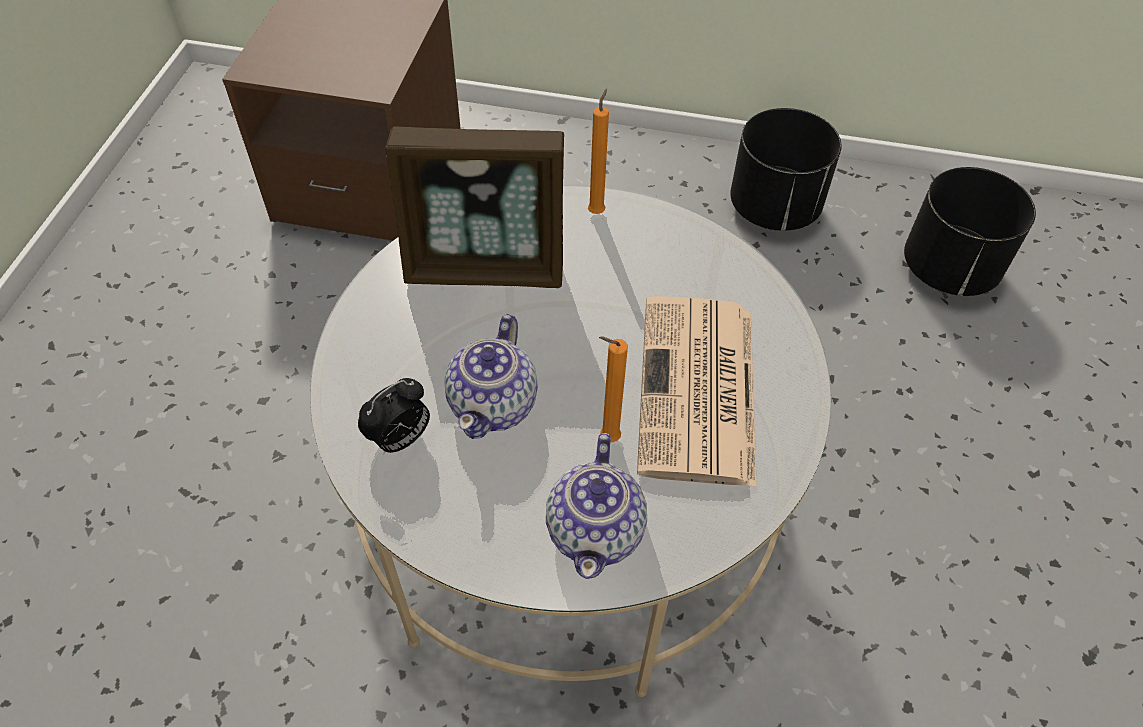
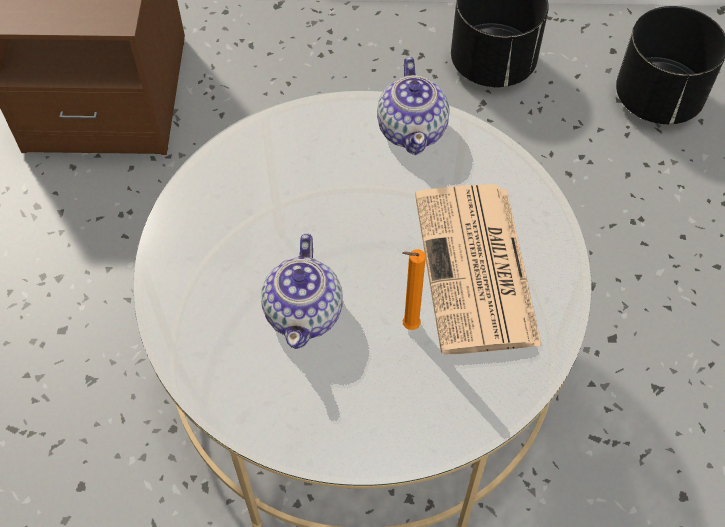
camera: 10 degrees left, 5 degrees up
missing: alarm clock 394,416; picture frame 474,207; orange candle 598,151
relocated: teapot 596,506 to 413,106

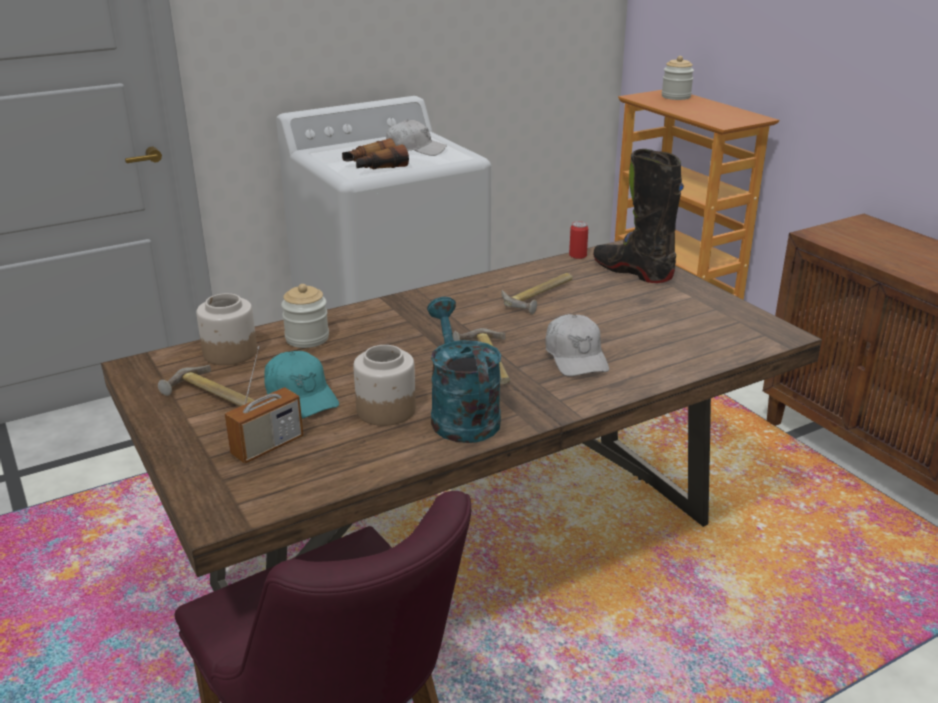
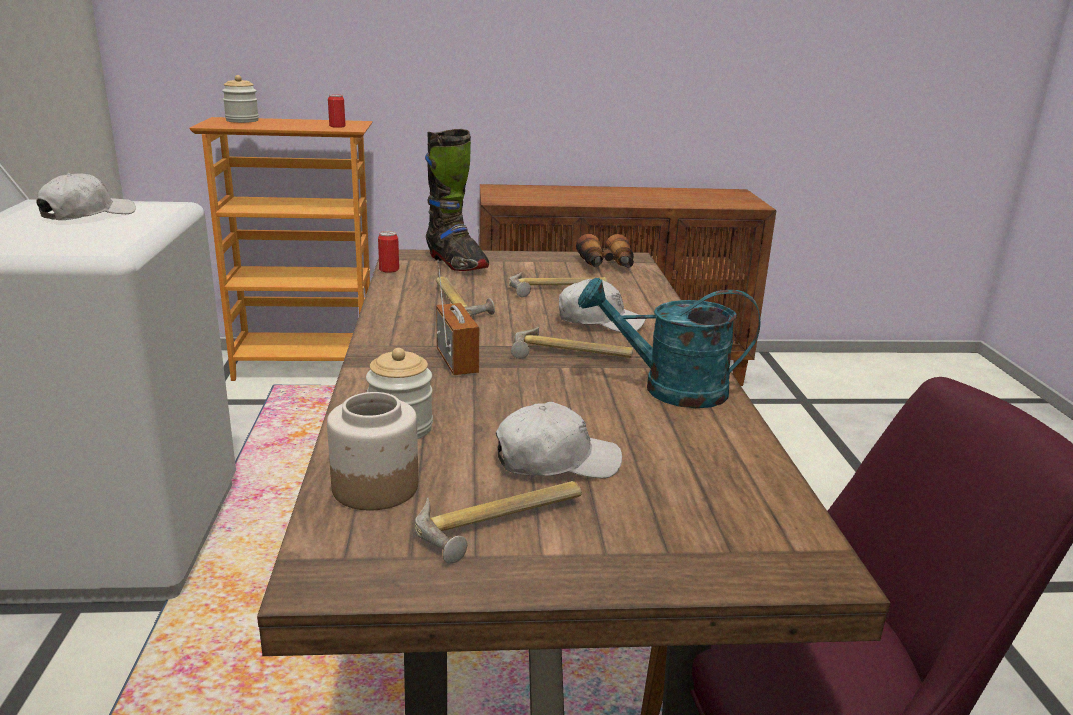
camera: 65 degrees left, 5 degrees down
missing: jar 384,385
appeared: can 337,111; hammer 558,284
relocated: radio 264,405 to 457,317; binoculars 375,153 to 605,251
colour: turquoise cap 301,385 to white cap 559,440
spun: black boot 638,216 = 457,200 105 degrees counterclockwise

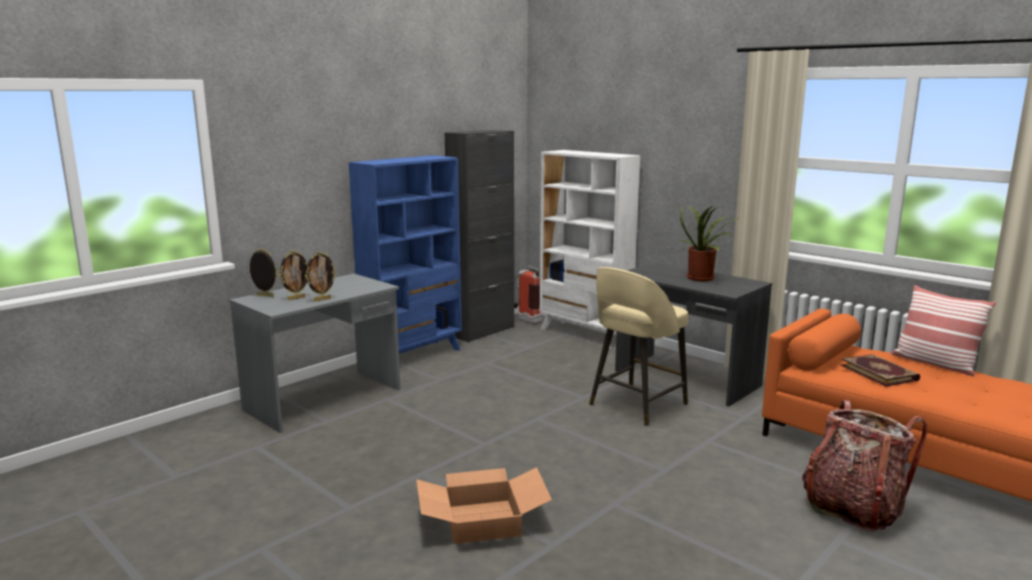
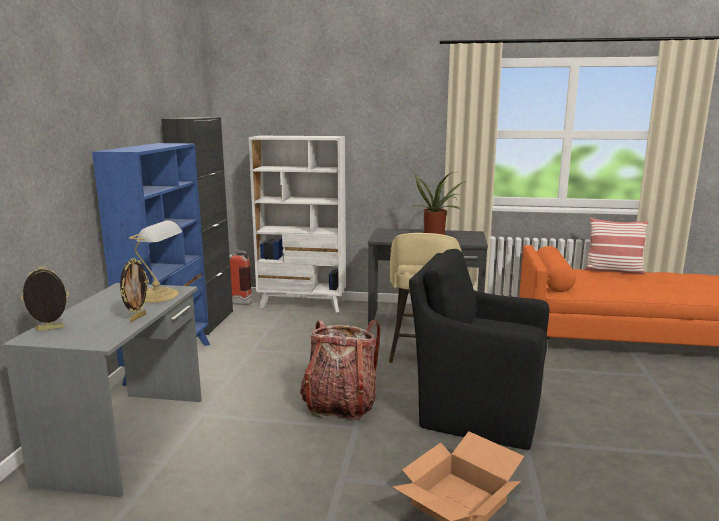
camera: 35 degrees left, 0 degrees up
missing: picture frame 293,275; book 880,370
appeared: table lamp 156,261; black armchair 479,349
relocated: backpack 864,466 to 340,370

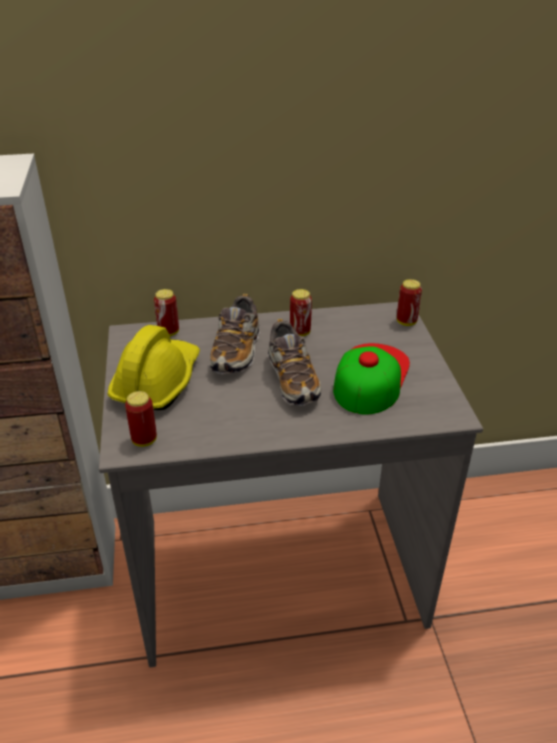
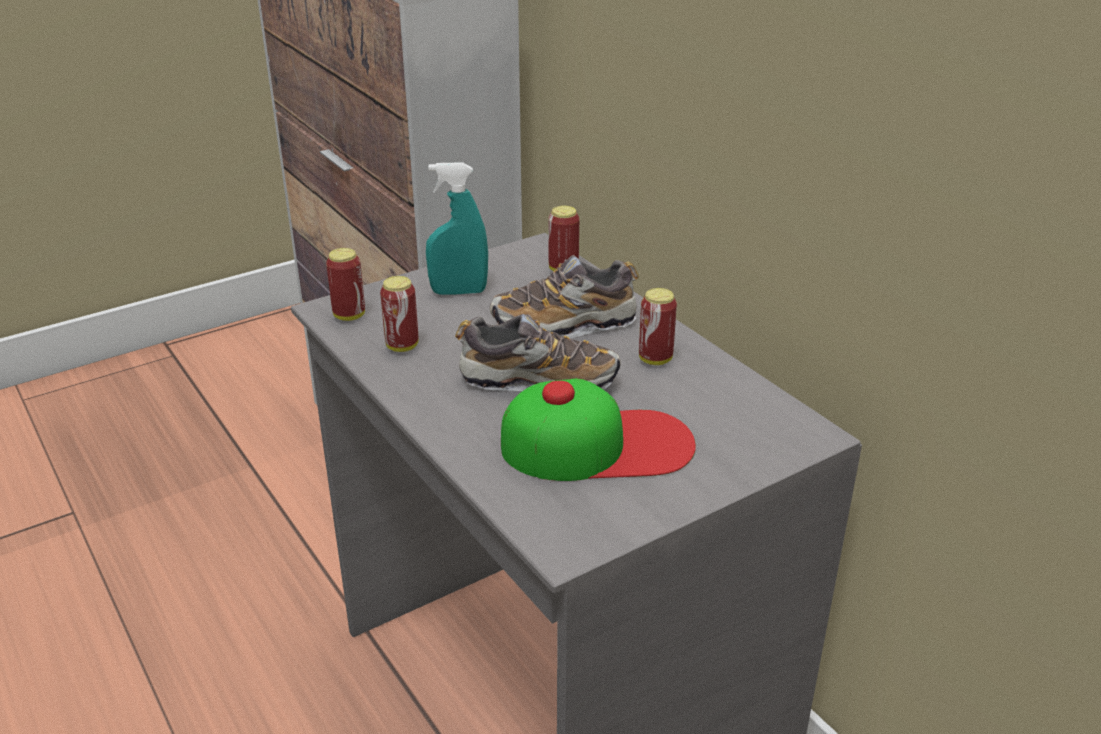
camera: 65 degrees right, 5 degrees down
relocated: can 409,302 to 399,314
exchanged: yellow hard hat 154,367 to turquoise spray bottle 457,228
spun: shoe 294,362 = 538,352 135 degrees counterclockwise

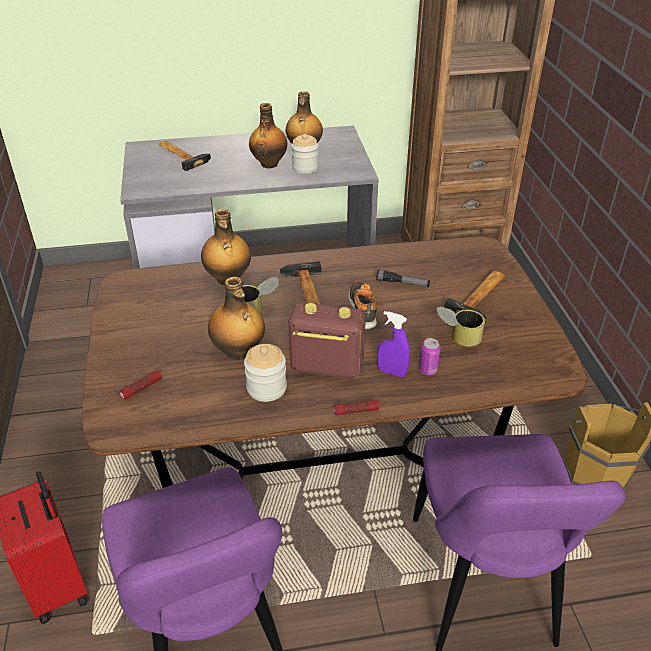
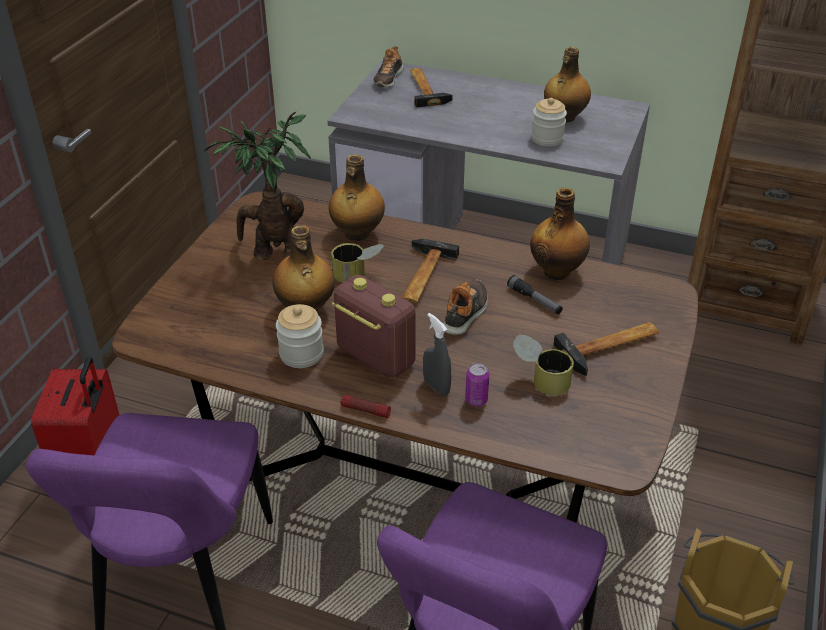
camera: 30 degrees right, 0 degrees up
missing: flashlight 141,384
appeared: potted plant 257,185; shoe 388,66
relocated: bottle 268,135 to 560,233
colour: purple spray bottle 393,344 to grey spray bottle 437,354

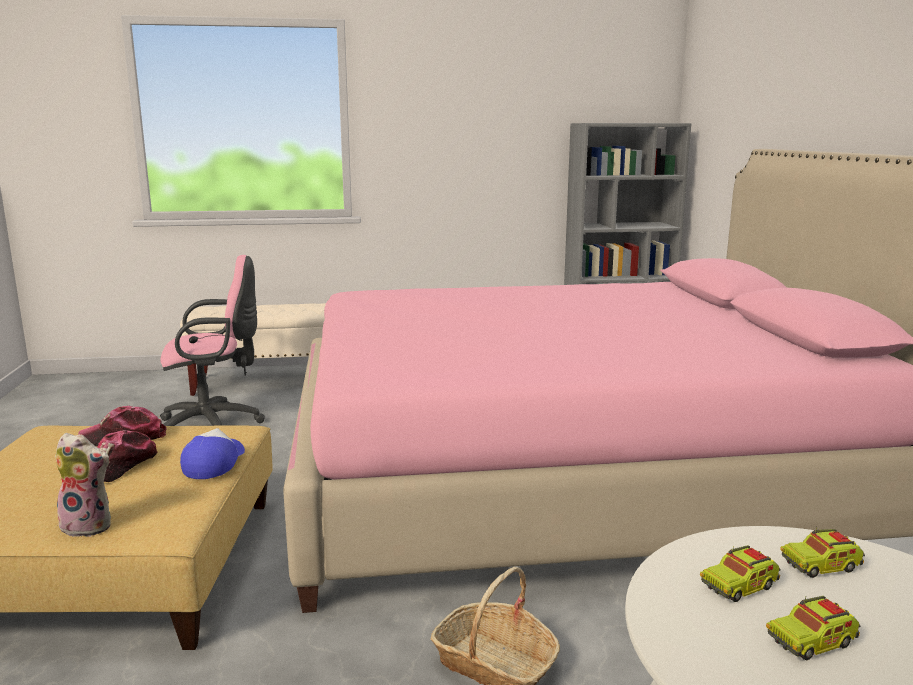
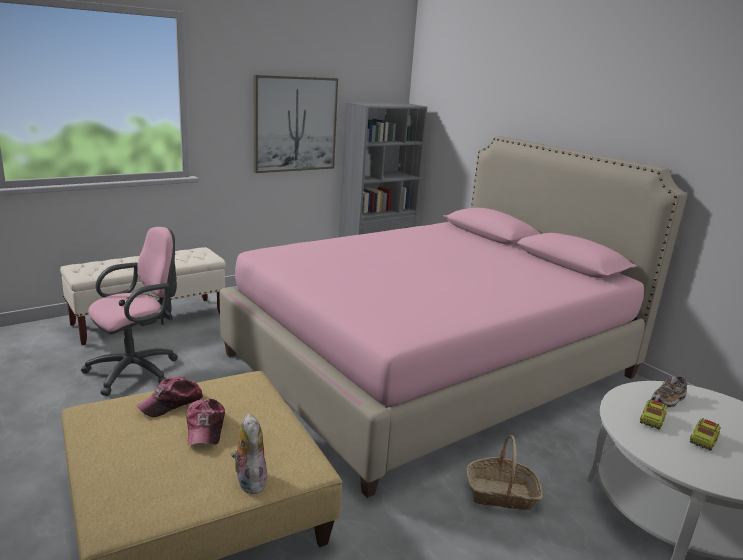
camera: 30 degrees left, 5 degrees up
missing: cap 212,453
appeared: picture 296,124
exchanged: toy truck 822,552 to shoe 669,391
spun: plush toy 83,485 = 249,453 90 degrees counterclockwise

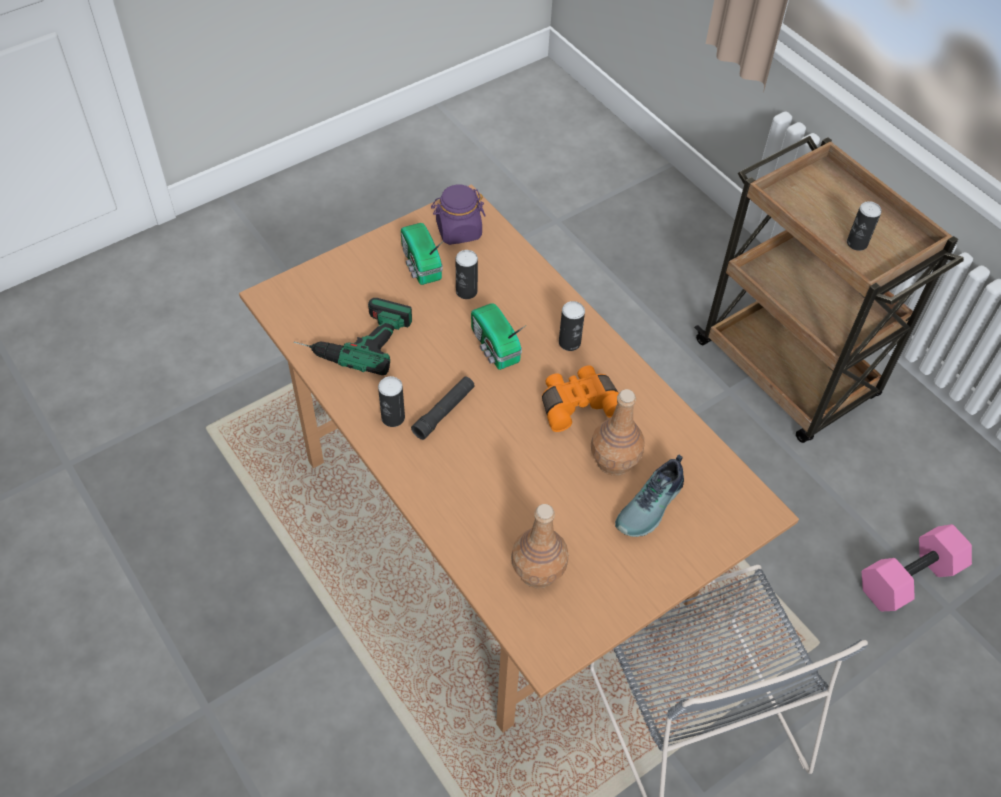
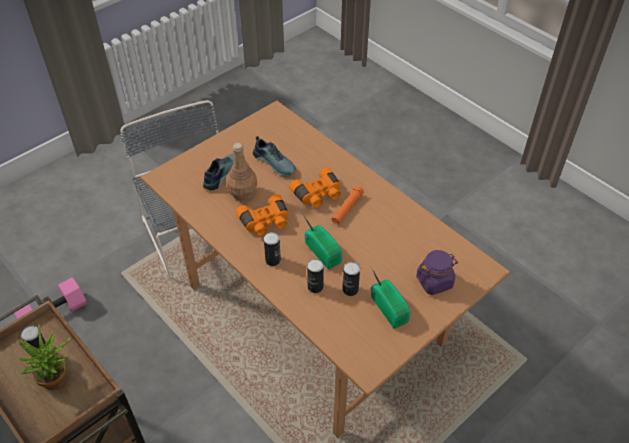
camera: 175 degrees right, 5 degrees down
missing: power drill 353,336; brown bottle 539,546
appeared: potted plant 44,357; shoe 274,156; orange binoculars 315,187
relocated: can 391,401 to 315,276; purple jar 458,214 to 437,272
colour: black flashlight 443,408 to orange flashlight 347,205

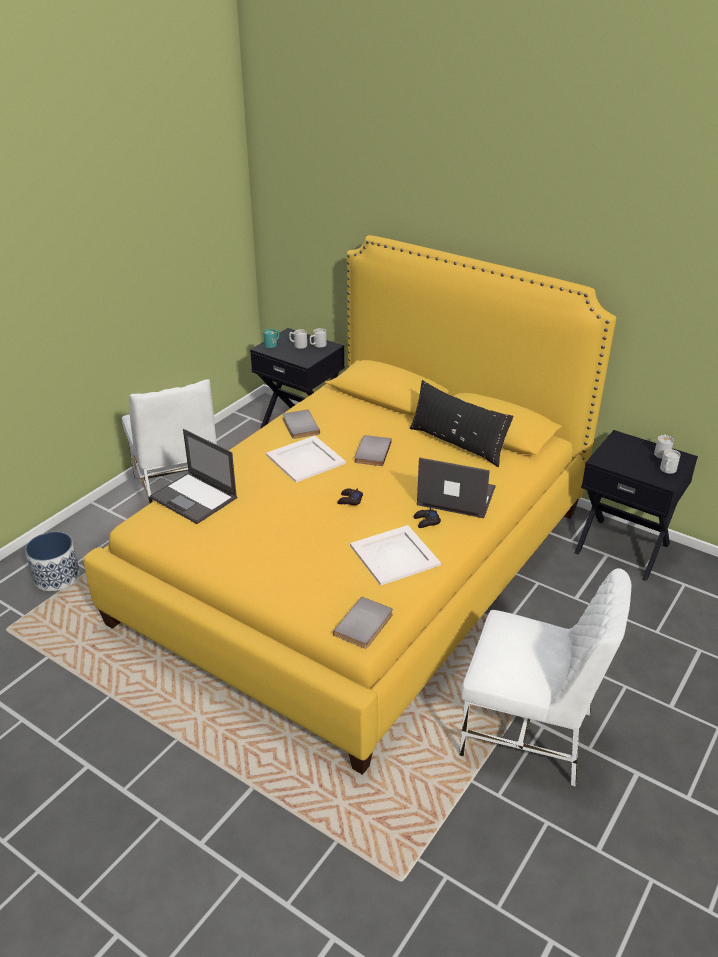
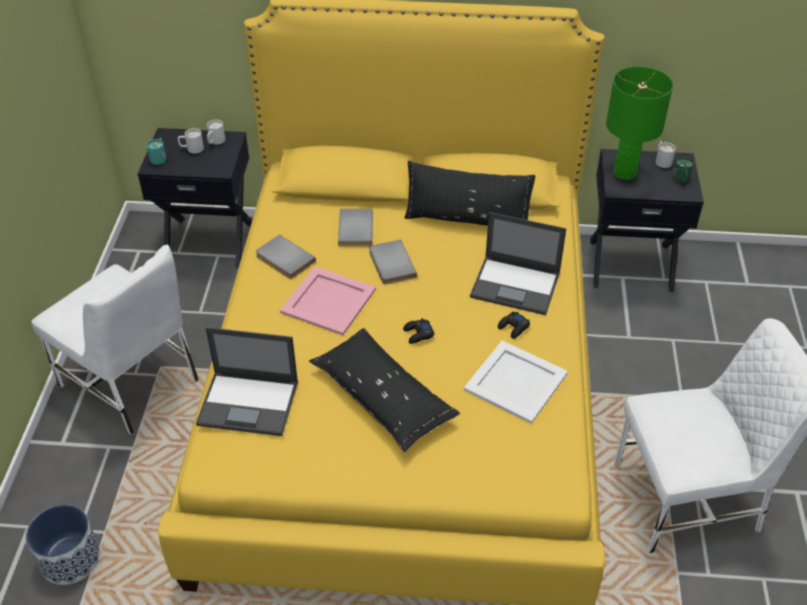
camera: 30 degrees left, 10 degrees up
appeared: black pillow 384,390; green table lamp 639,123
relocated: grey book 363,623 to 355,227
colour: white tray 306,459 to pink tray 328,301; white mug 670,461 to green mug 683,170
spun: laptop 456,487 = 518,263 150 degrees counterclockwise

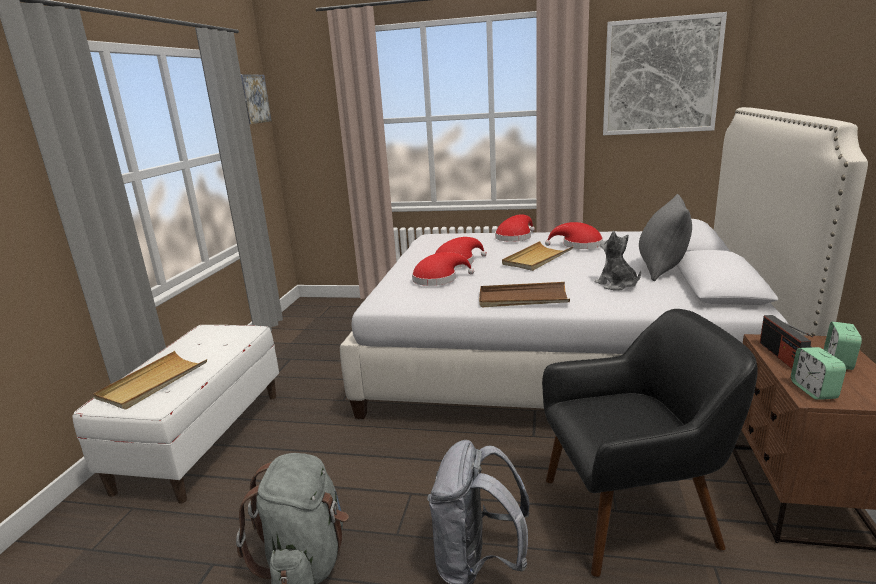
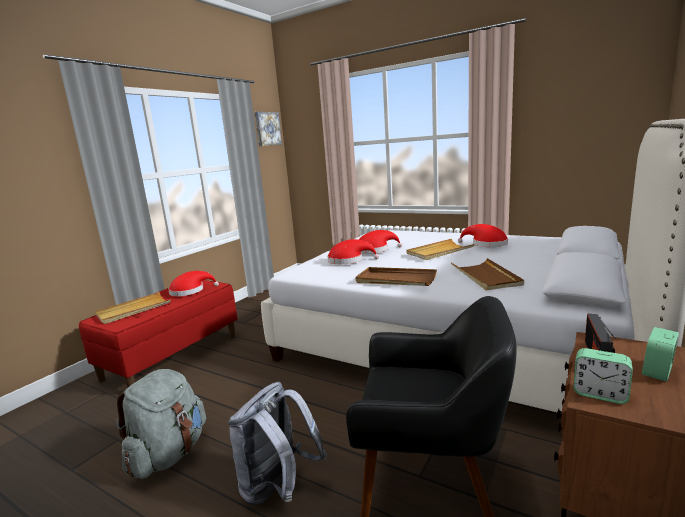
camera: 20 degrees right, 5 degrees down
missing: picture 665,73; grey pillow 665,237
relocated: red hat 515,228 to 193,283
exchanged: plush toy 618,261 to brown tray 487,274
colour: white bench 176,414 to red bench 158,333
spun: alarm clock 818,373 = 603,376 75 degrees counterclockwise

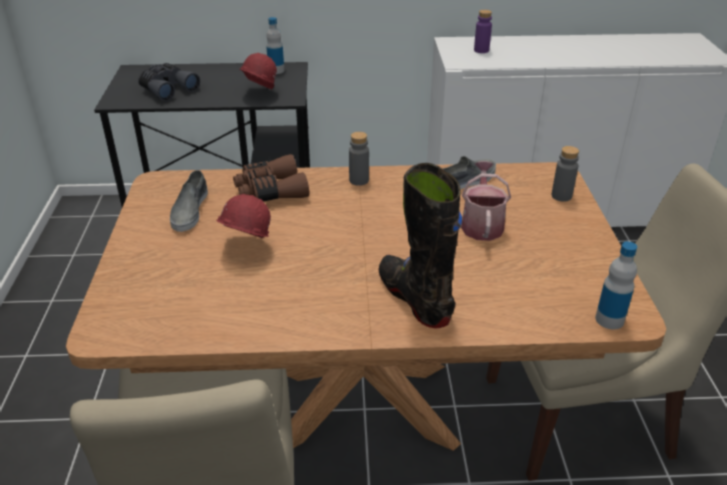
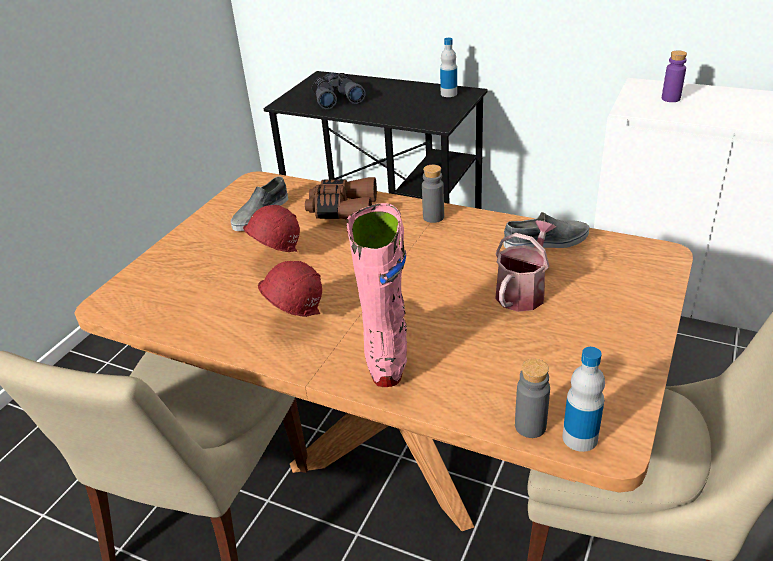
camera: 30 degrees right, 0 degrees up
relocated: red hard hat 258,71 to 290,289; grey bottle 565,174 to 532,398
colour: black boot 420,246 to pink boot 376,295

